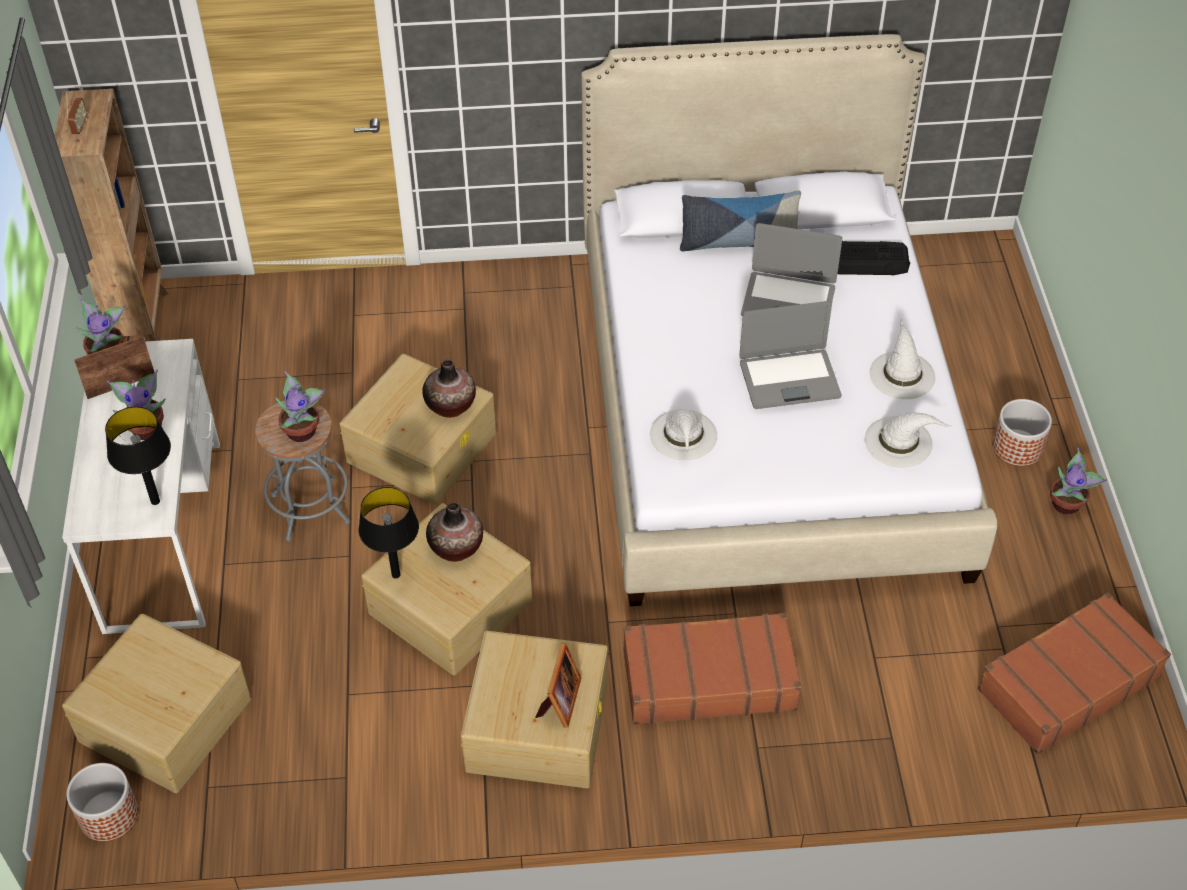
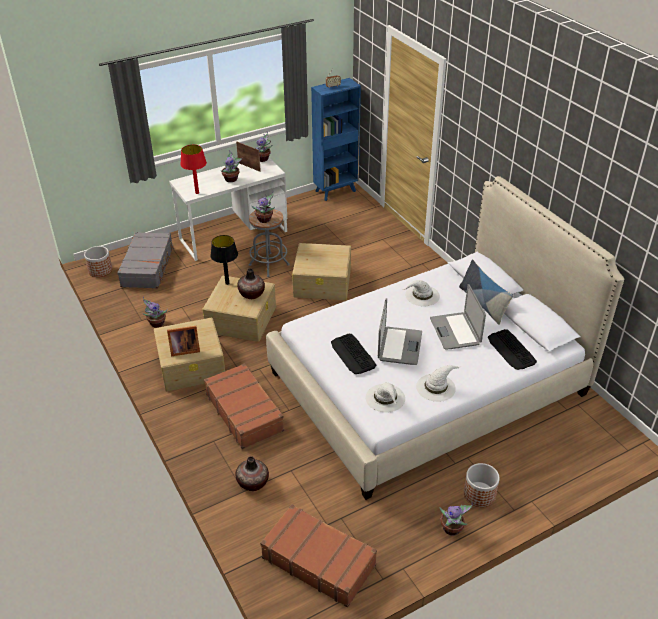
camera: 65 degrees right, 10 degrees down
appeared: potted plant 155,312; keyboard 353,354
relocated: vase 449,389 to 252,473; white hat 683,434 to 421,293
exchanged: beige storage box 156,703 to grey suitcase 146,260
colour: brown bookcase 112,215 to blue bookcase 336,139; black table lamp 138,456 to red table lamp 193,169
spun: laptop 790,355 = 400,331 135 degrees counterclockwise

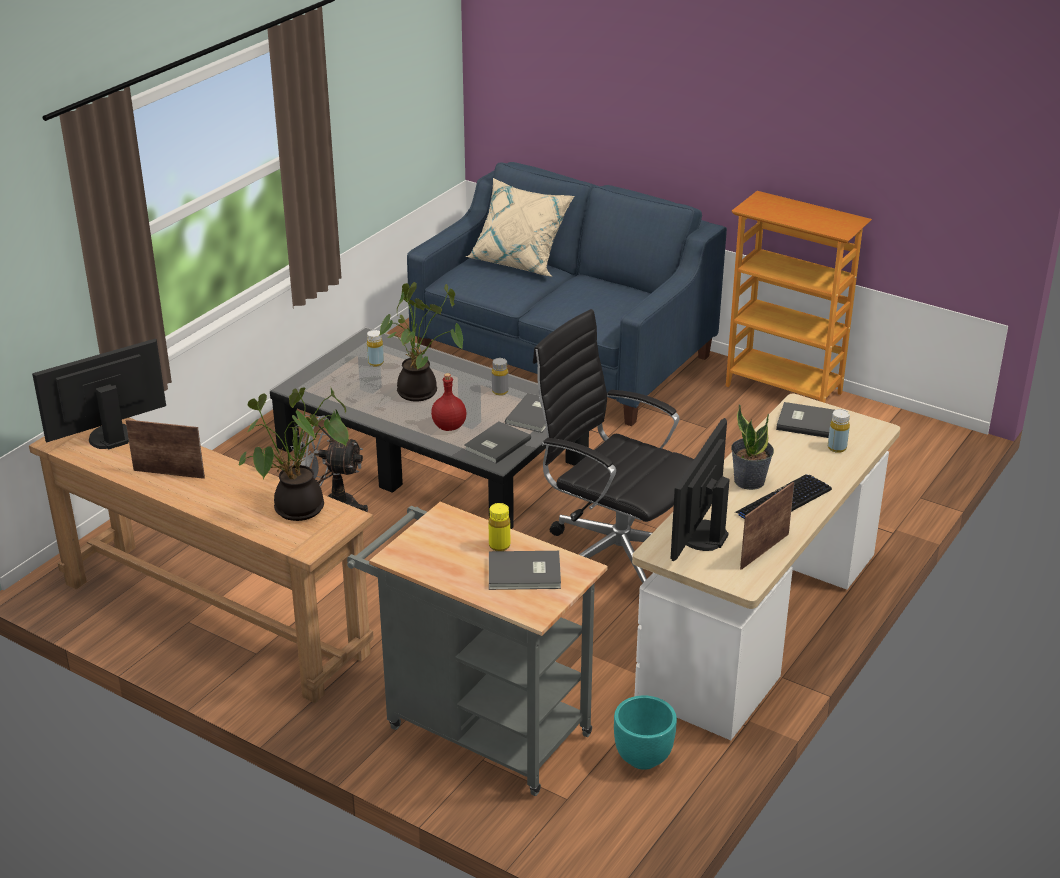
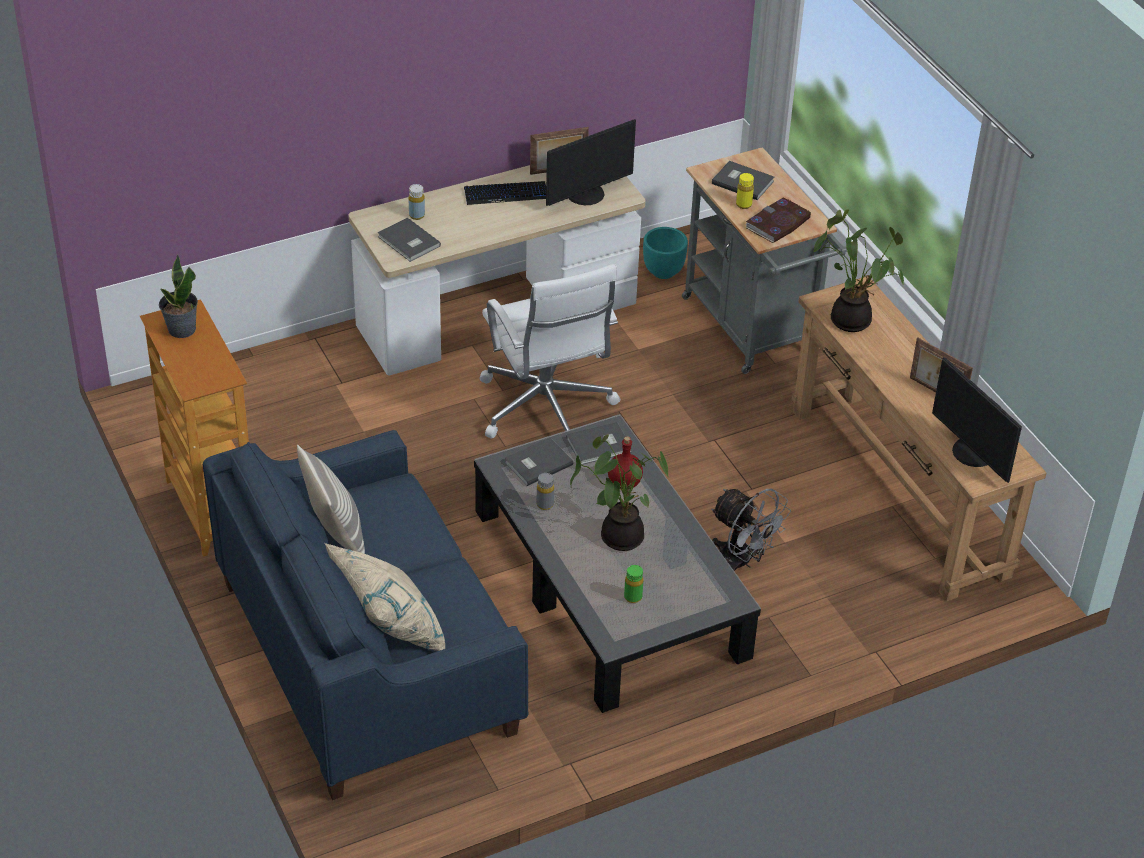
camera: 150 degrees left, 10 degrees up
appeared: pillow 331,499; book 778,220
relocated: potted plant 752,447 to 178,296
colour: yellow bottle 375,348 to green bottle 633,584; black office chair 613,446 to white office chair 549,351
spun: monitor 99,394 = 977,420 60 degrees clockwise

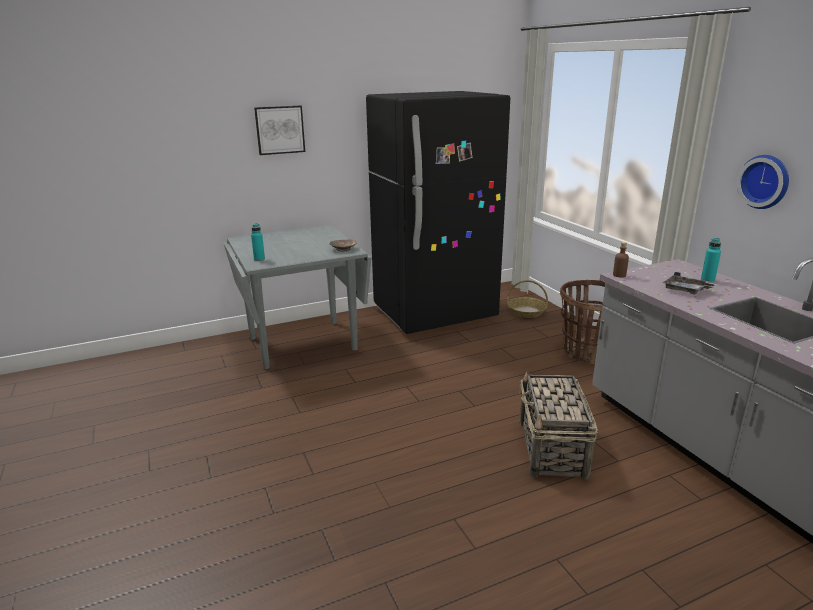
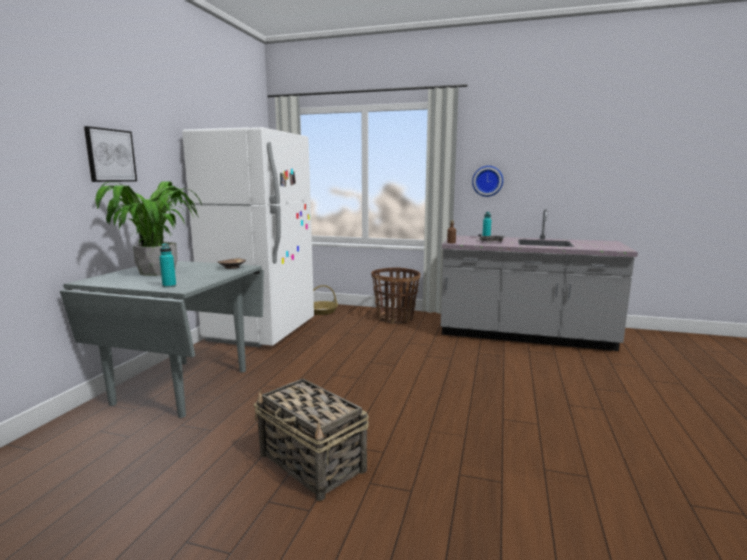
camera: 50 degrees left, 10 degrees down
appeared: potted plant 148,228
relocated: basket 558,424 to 311,440
colour: black fridge 438,212 to white fridge 248,237

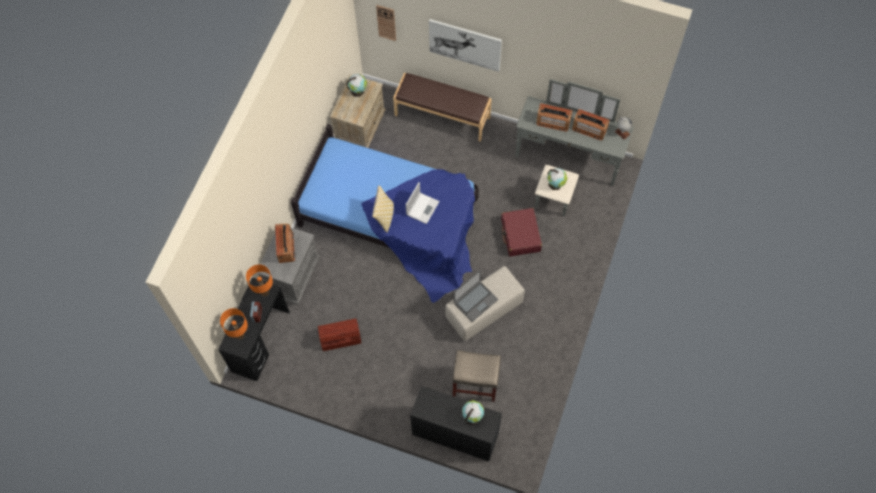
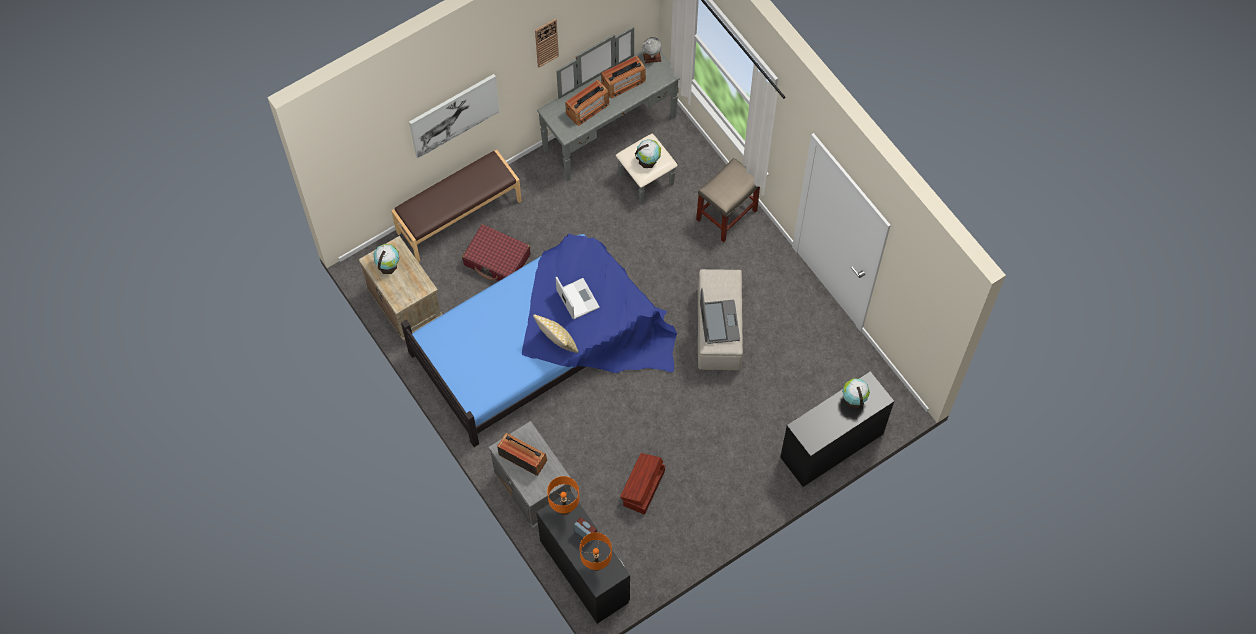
camera: 55 degrees left, 0 degrees up
relocated: wall clock 386,23 to 547,42; beige stool 477,376 to 728,200; red suitcase 521,232 to 496,252

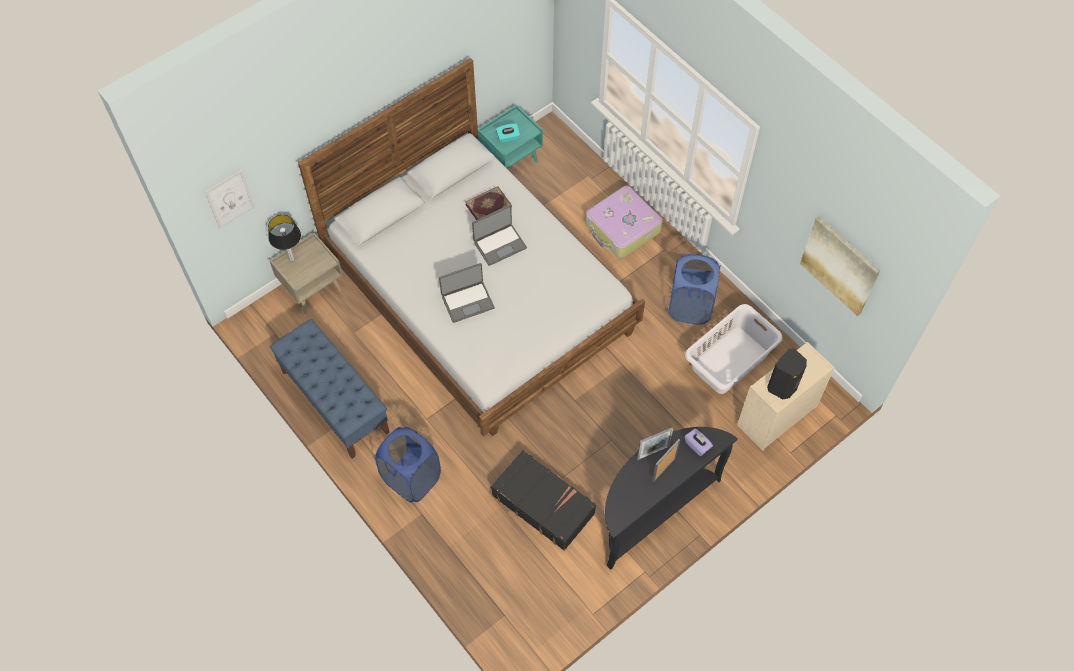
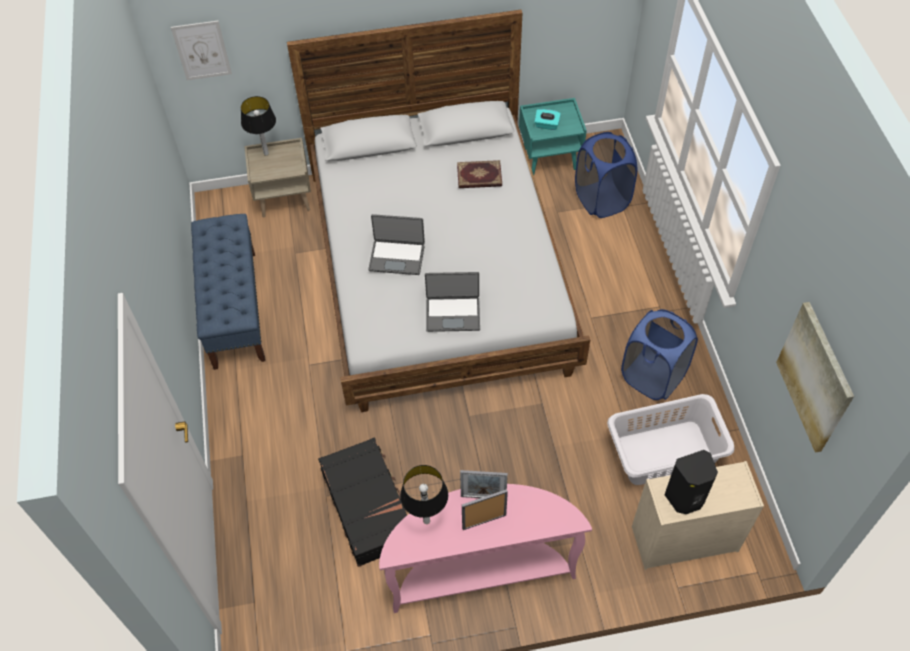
camera: 30 degrees right, 5 degrees down
missing: suitcase 624,221; purple tissue box 699,442
appeared: table lamp 424,494
relocated: blue laundry basket 408,465 to 606,175; laptop 499,235 to 452,302
colour: black console table 671,498 to pink console table 485,548

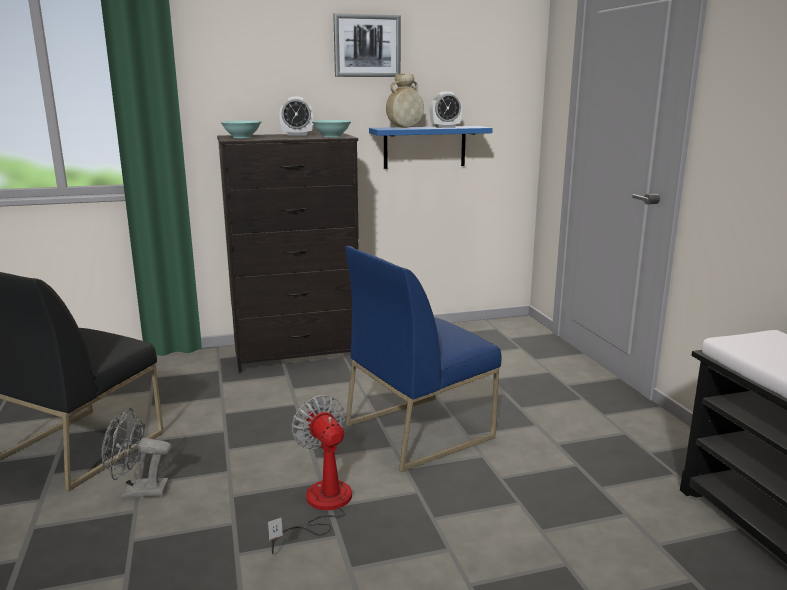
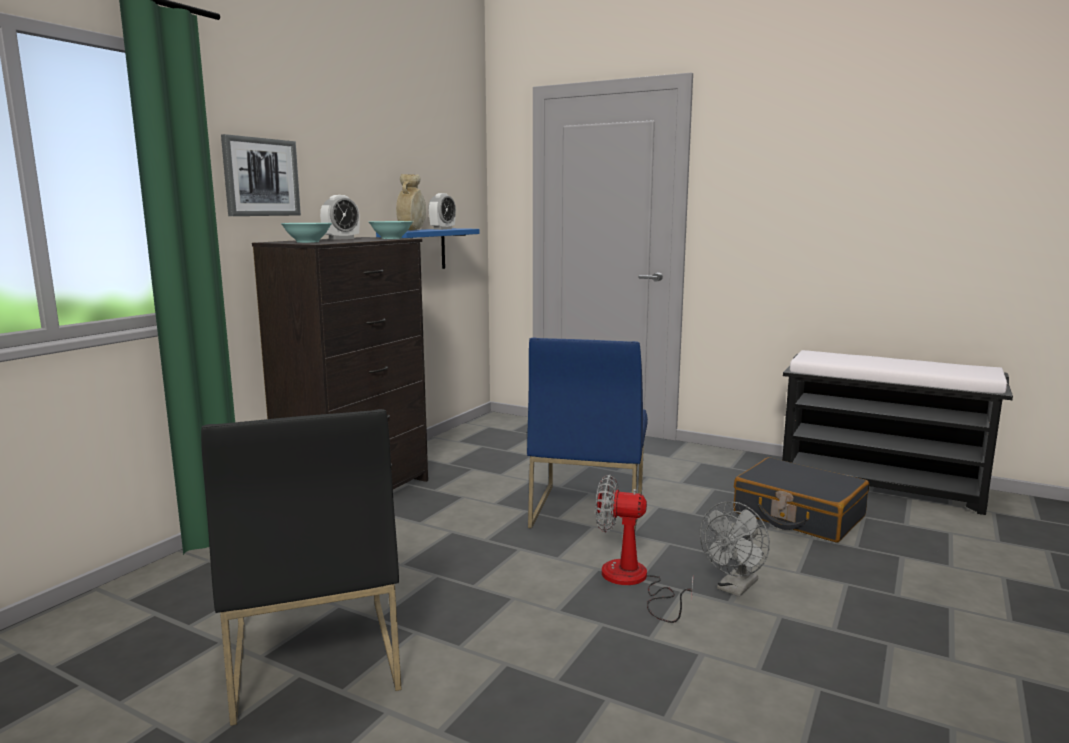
camera: 45 degrees left, 5 degrees down
appeared: black suitcase 801,500
relocated: grey fan 136,453 to 735,549; picture 367,45 to 261,175

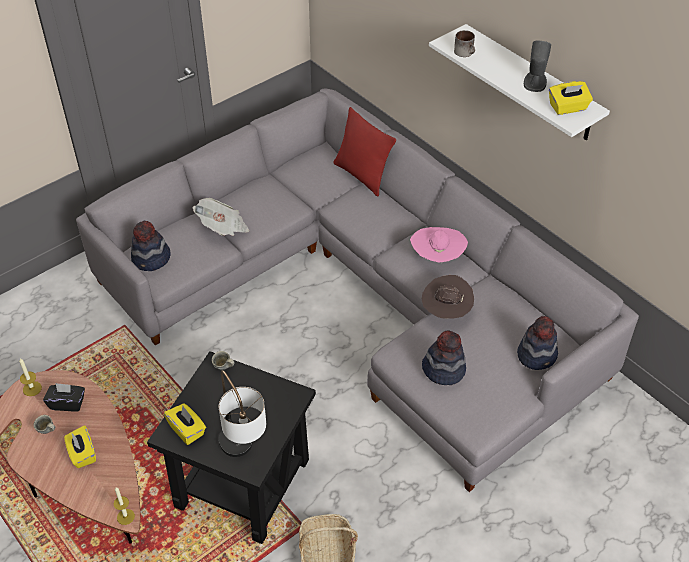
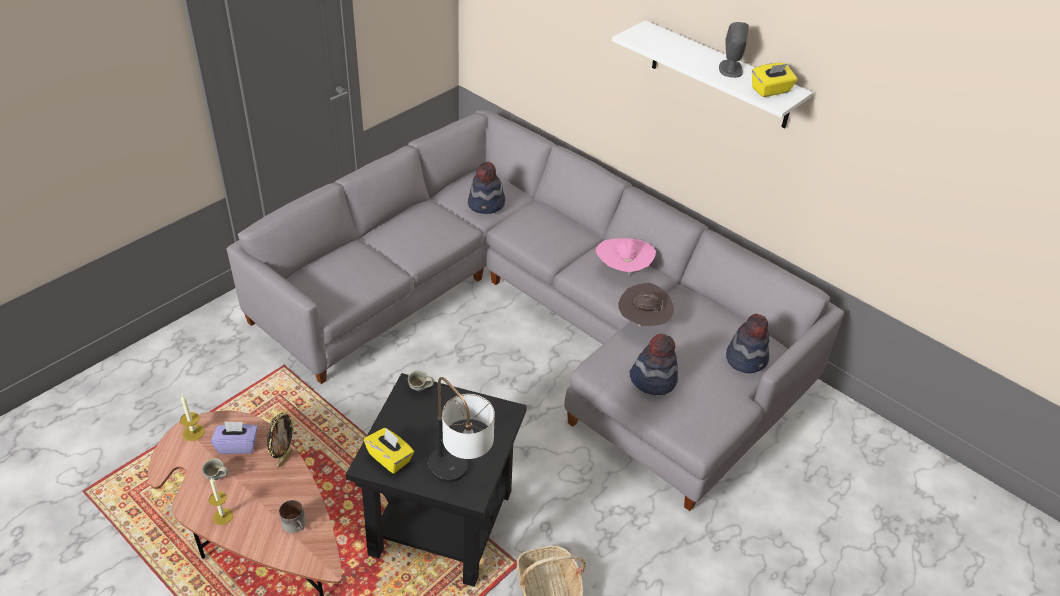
camera: 10 degrees left, 5 degrees down
missing: yellow tissue box 80,446; newspaper 221,217; red pillow 364,151
appeared: picture frame 281,439
relocated: candle 124,506 to 221,501; hat 151,246 to 486,187; mug 464,43 to 292,516
colour: black tissue box 64,397 to purple tissue box 234,437

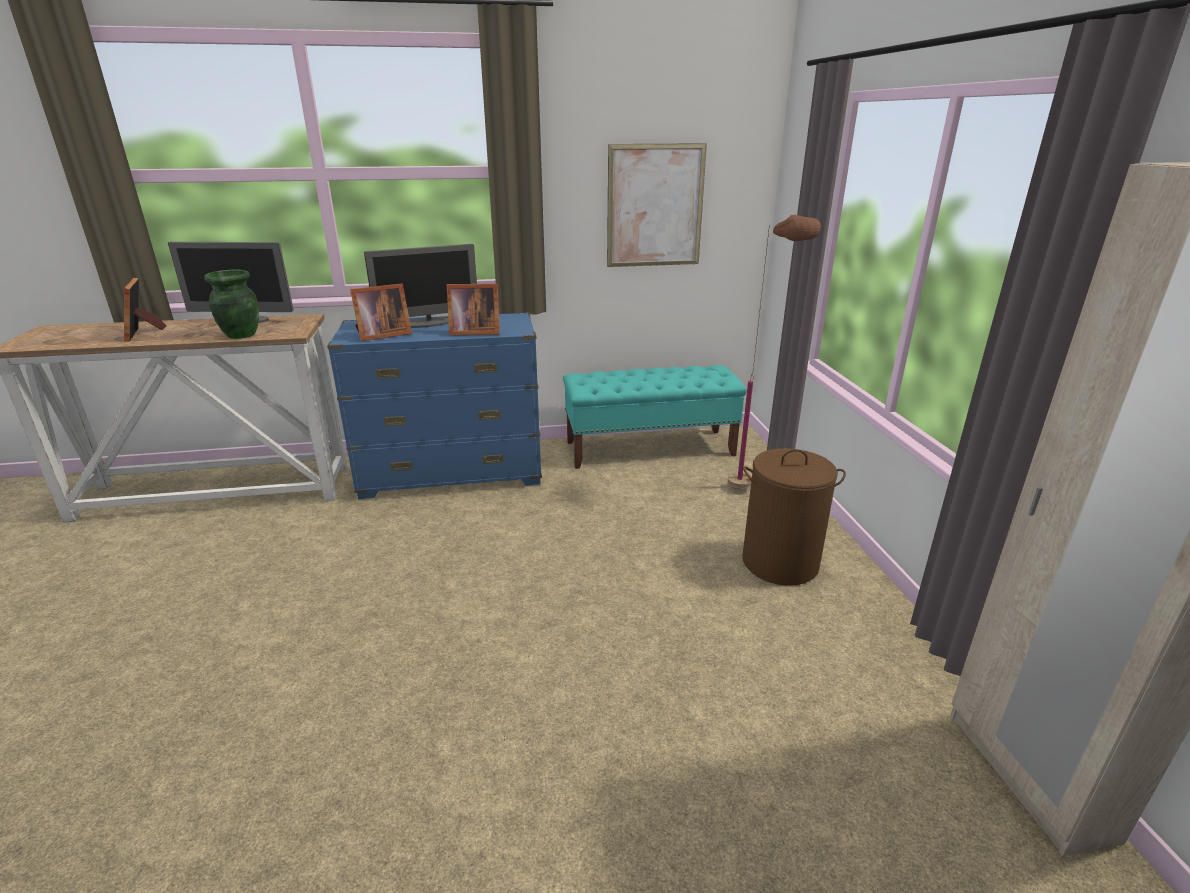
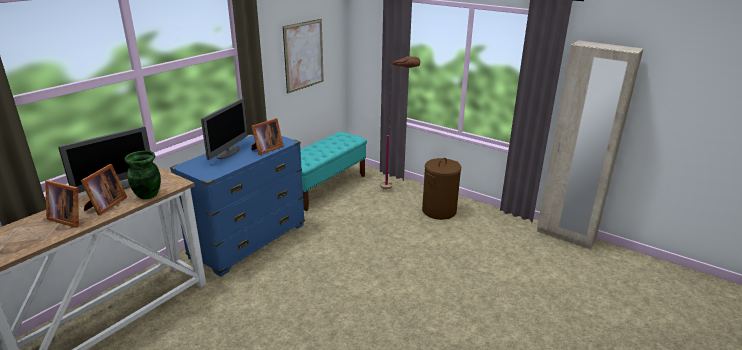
camera: 45 degrees left, 0 degrees up
relocated: picture frame 381,312 to 104,189

